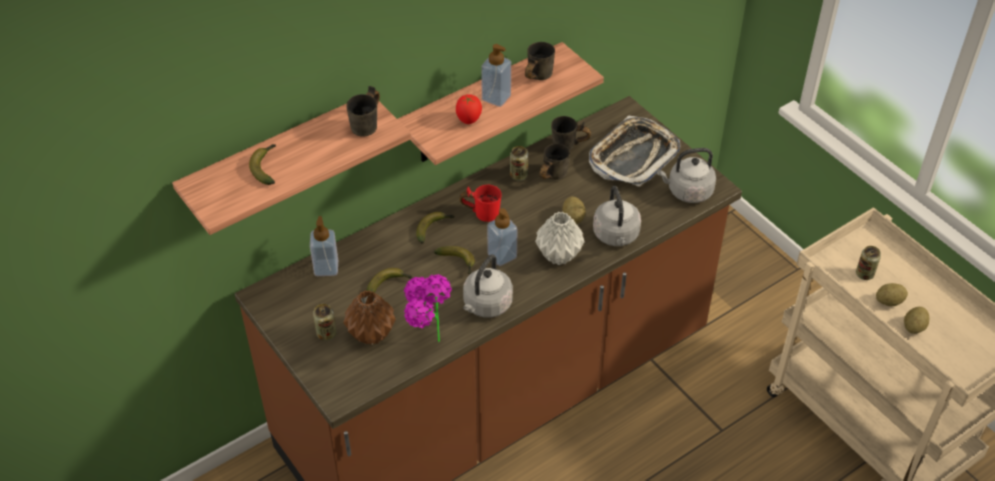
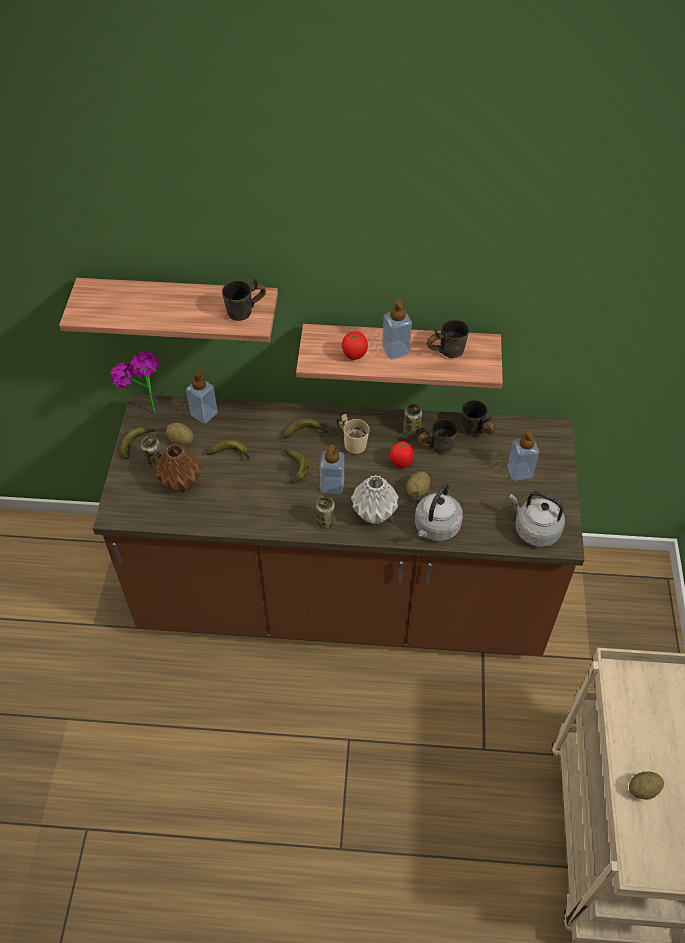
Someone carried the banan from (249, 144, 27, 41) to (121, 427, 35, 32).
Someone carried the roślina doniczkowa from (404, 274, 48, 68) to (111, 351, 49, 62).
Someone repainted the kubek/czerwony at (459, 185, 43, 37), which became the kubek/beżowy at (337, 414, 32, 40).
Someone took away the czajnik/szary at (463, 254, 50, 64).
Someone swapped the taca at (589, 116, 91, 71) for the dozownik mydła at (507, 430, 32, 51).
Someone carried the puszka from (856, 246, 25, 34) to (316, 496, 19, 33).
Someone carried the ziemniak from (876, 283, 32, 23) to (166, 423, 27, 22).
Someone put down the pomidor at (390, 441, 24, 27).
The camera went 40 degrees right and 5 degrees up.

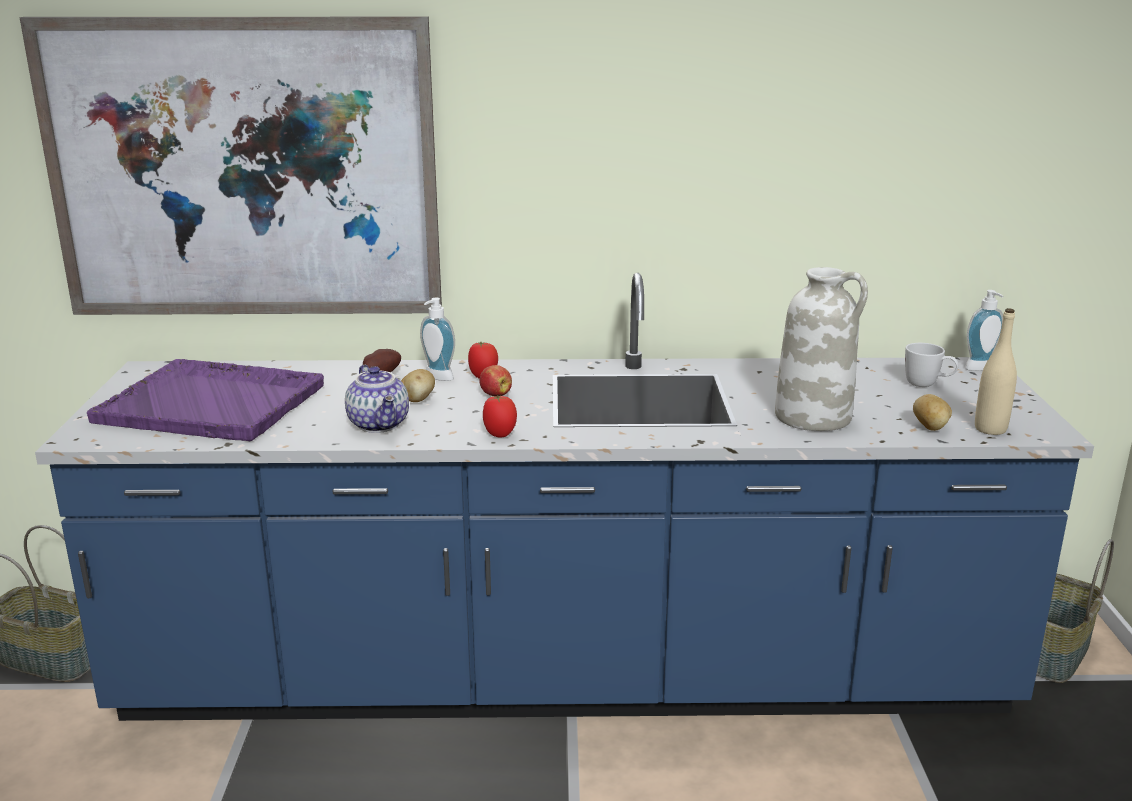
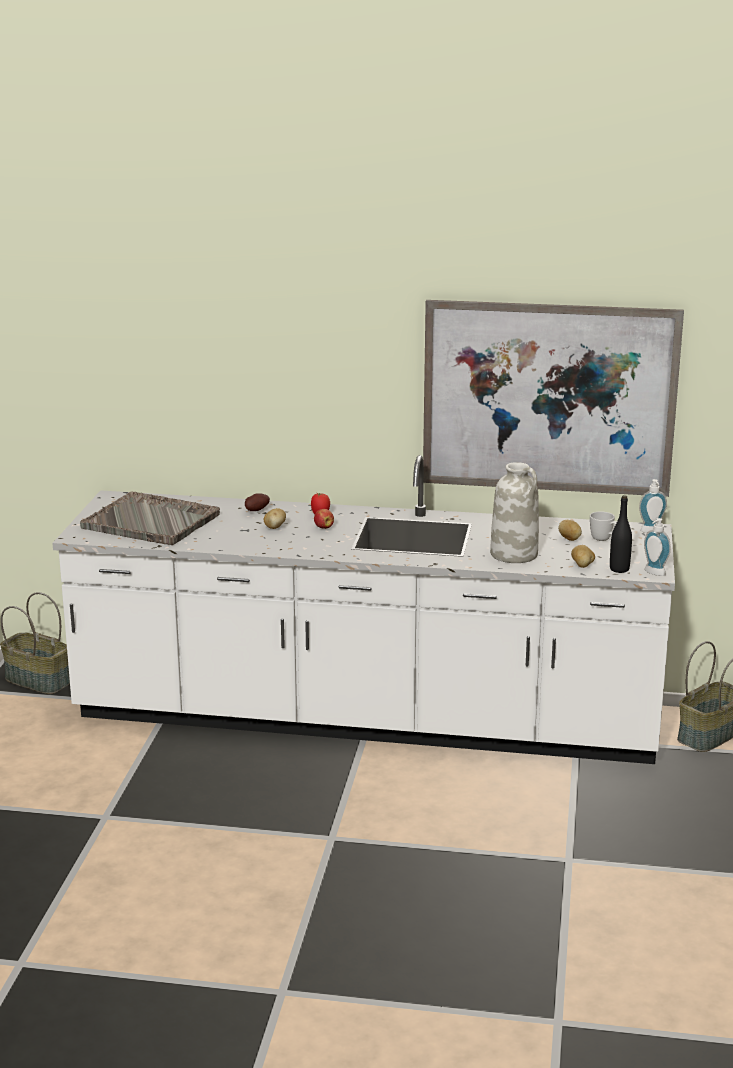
Someone carried the obraz from (20, 17, 422, 298) to (423, 300, 261, 197).
Someone repainted the zabudowa kuchenna/niebieski at (35, 273, 1059, 448), which became the zabudowa kuchenna/biały at (52, 455, 623, 309).
Someone repainted the taca/fioletowy at (87, 359, 237, 82), which became the taca/szary at (80, 492, 140, 53).
Someone took away the imbryk at (345, 365, 64, 68).
Someone carried the dozownik mydła from (420, 298, 35, 83) to (644, 518, 27, 58).
Someone took away the pomidor at (483, 396, 34, 42).
Someone repainted the butelka/beżowy at (975, 308, 42, 127), which became the butelka/czarny at (610, 495, 22, 78).
Someone put down the ziemniak at (558, 520, 24, 21).
The camera went 10 degrees right and 0 degrees up.

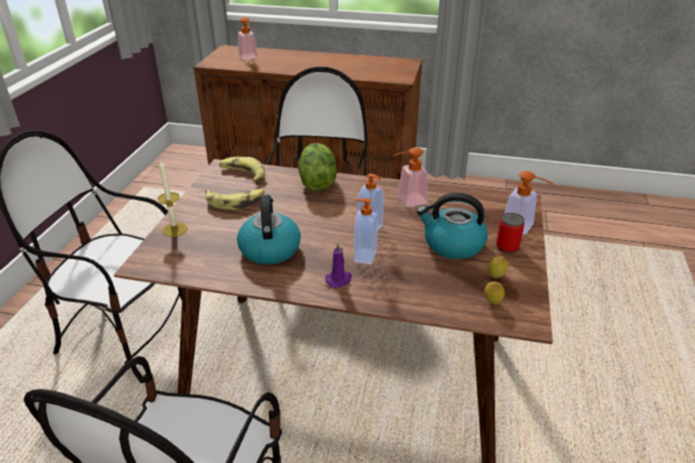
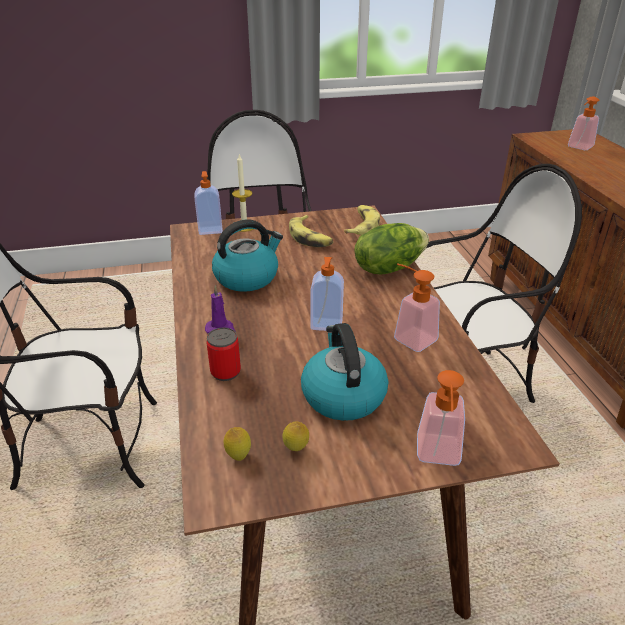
Someone carried the dozownik mydła from (354, 198, 24, 67) to (194, 171, 29, 64).
Someone carried the puszka from (496, 213, 29, 40) to (206, 327, 35, 54).
The camera went 65 degrees right and 0 degrees up.

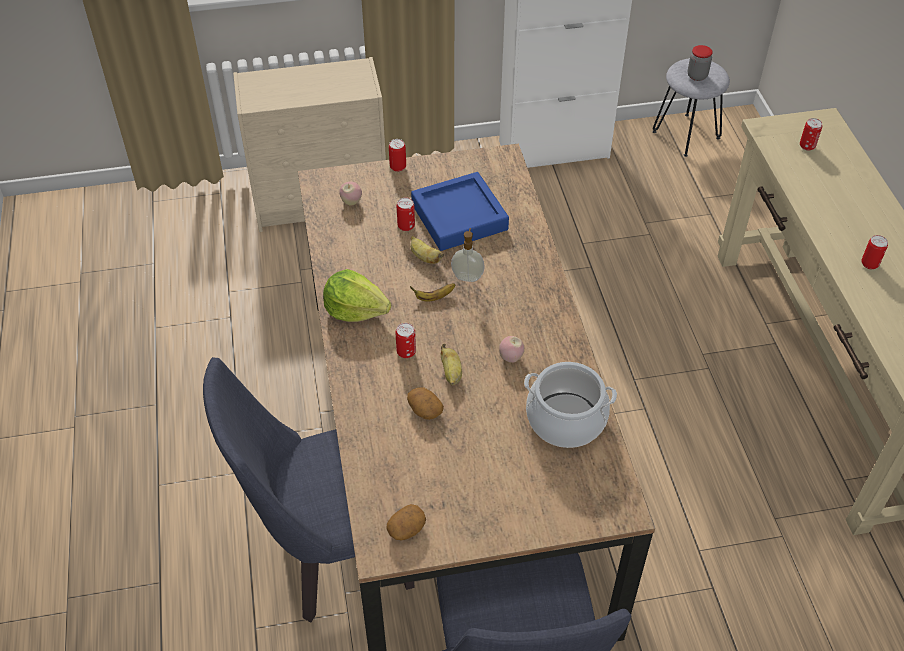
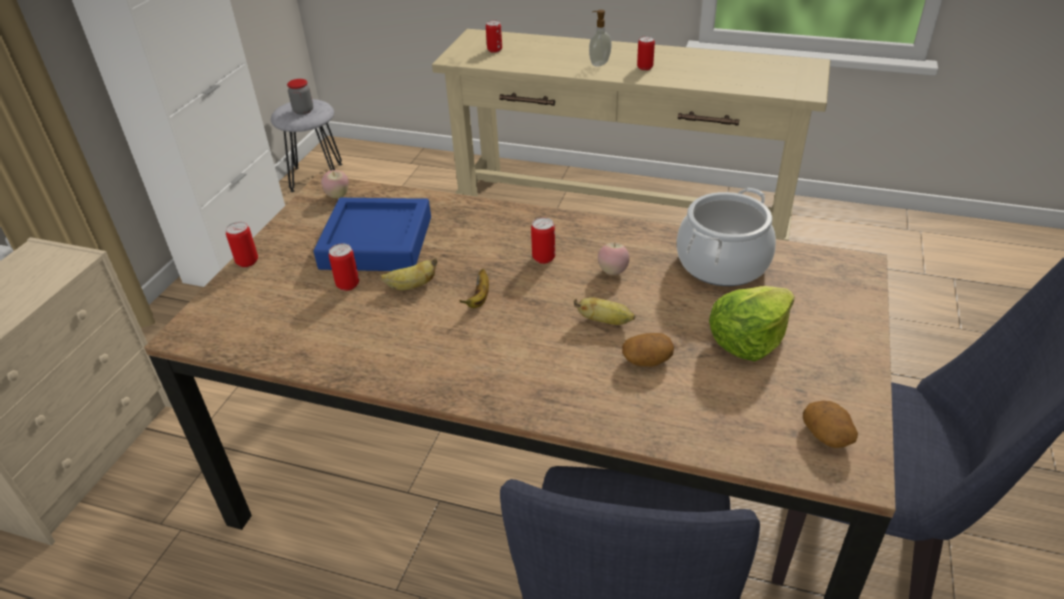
Someone carried the sałata from (323, 269, 68, 53) to (709, 286, 86, 76).
Someone carried the jabłko from (339, 182, 23, 24) to (321, 170, 28, 28).
Someone carried the puszka from (395, 323, 21, 35) to (531, 217, 24, 47).
Someone carried the dozownik mydła from (451, 228, 34, 54) to (589, 10, 22, 57).
The camera went 60 degrees left and 10 degrees down.

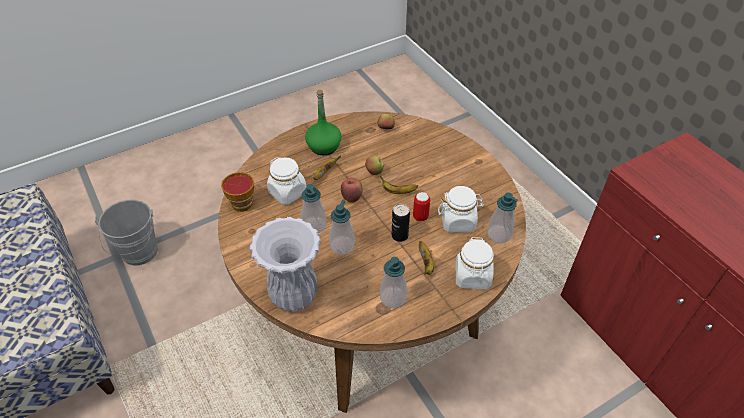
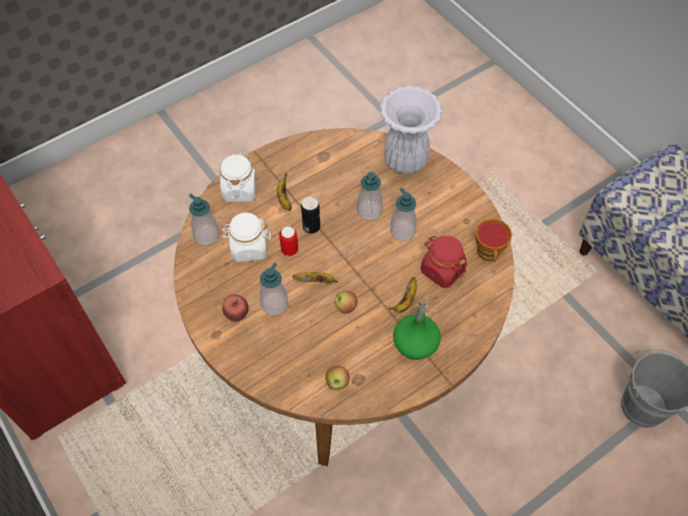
Someone repainted the słoik/biały at (267, 157, 39, 48), which became the słoik/czerwony at (421, 236, 46, 52).
Someone carried the jabłko from (341, 178, 22, 25) to (222, 295, 27, 27).
Someone carried the dozownik mydła from (380, 257, 27, 51) to (260, 262, 28, 53).
The camera went 175 degrees right and 10 degrees up.

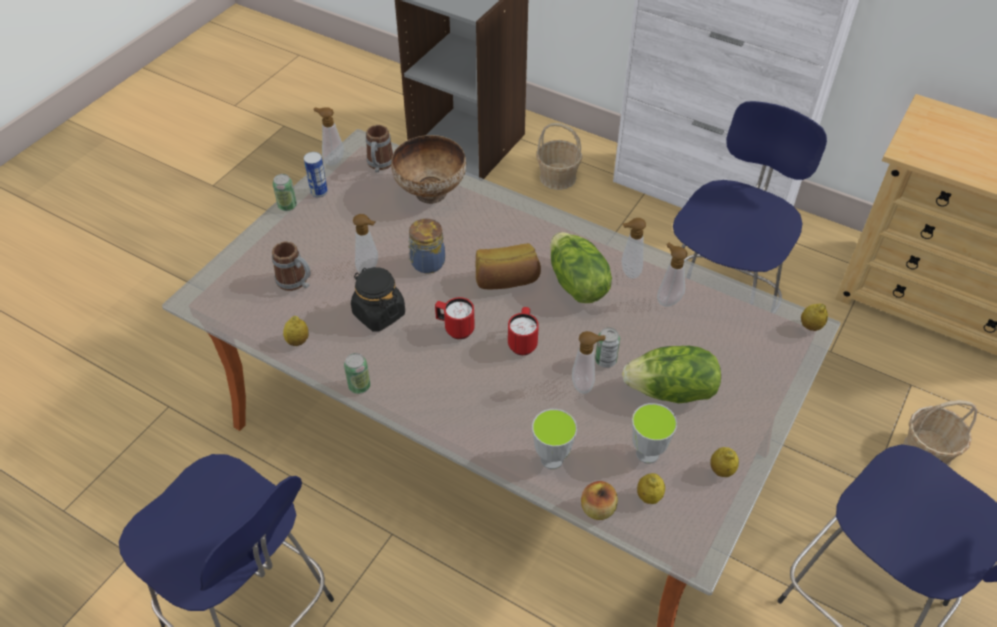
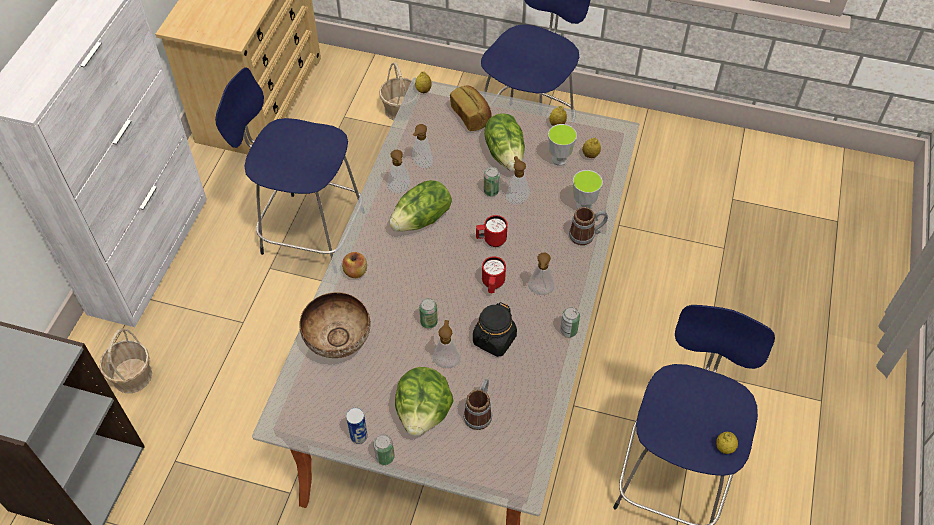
Someone carried the cytryna from (283, 316, 26, 30) to (716, 432, 22, 22).
Someone carried the dozownik mydła from (314, 107, 30, 59) to (528, 253, 27, 42).
Someone carried the kubek from (366, 125, 28, 47) to (569, 207, 39, 38).
Someone swapped the słoik at (408, 219, 37, 54) for the puszka at (419, 298, 19, 31).
Someone carried the chleb from (475, 243, 66, 46) to (450, 85, 42, 46).
Someone carried the jabłko from (581, 481, 37, 39) to (342, 252, 25, 26).
Someone put down the sałata at (395, 367, 59, 69).
The camera went 105 degrees left and 5 degrees up.

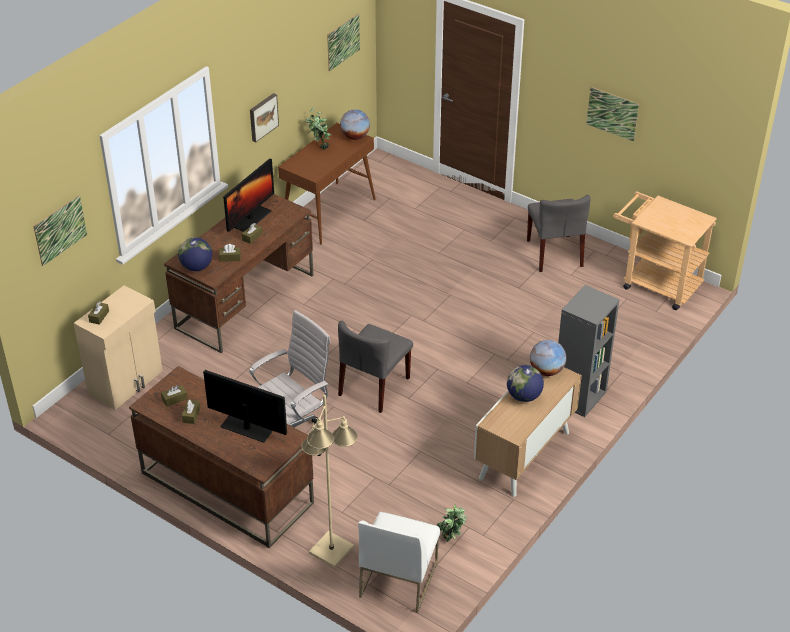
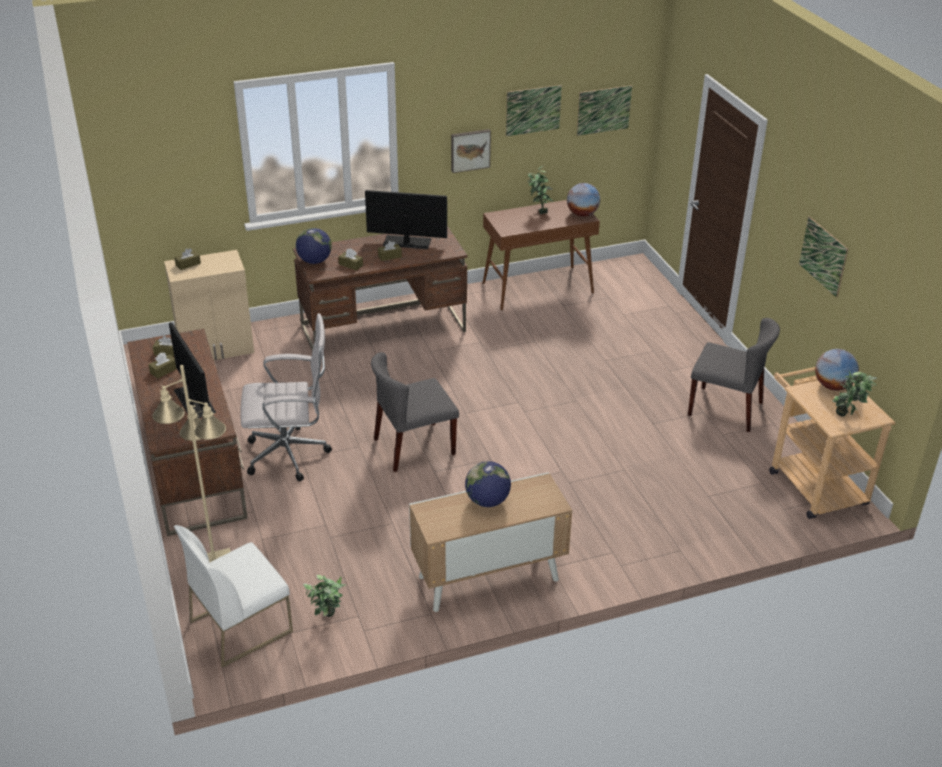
Someone carried the obraz from (33, 195, 54, 71) to (506, 85, 56, 51).
Someone rotated the monitor at (223, 158, 51, 74) by 150 degrees counterclockwise.
Someone rotated the krzesło/szary at (527, 195, 64, 77) by 90 degrees counterclockwise.
Someone carried the globus from (530, 340, 36, 36) to (815, 349, 44, 42).
Someone took away the regał/szary at (558, 285, 62, 132).
Someone put down the roślina doniczkowa at (832, 371, 45, 45).
The camera went 35 degrees right and 5 degrees down.

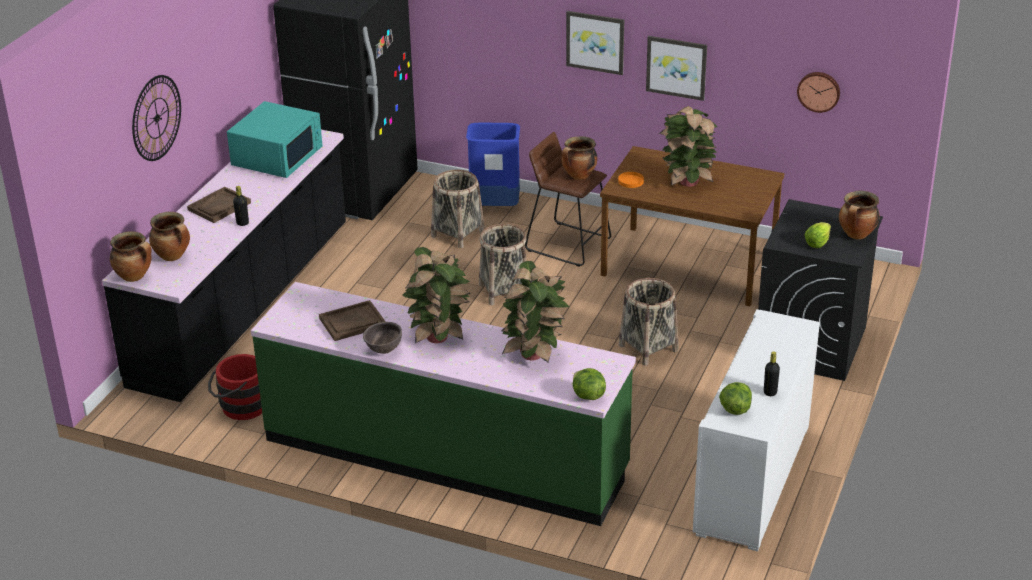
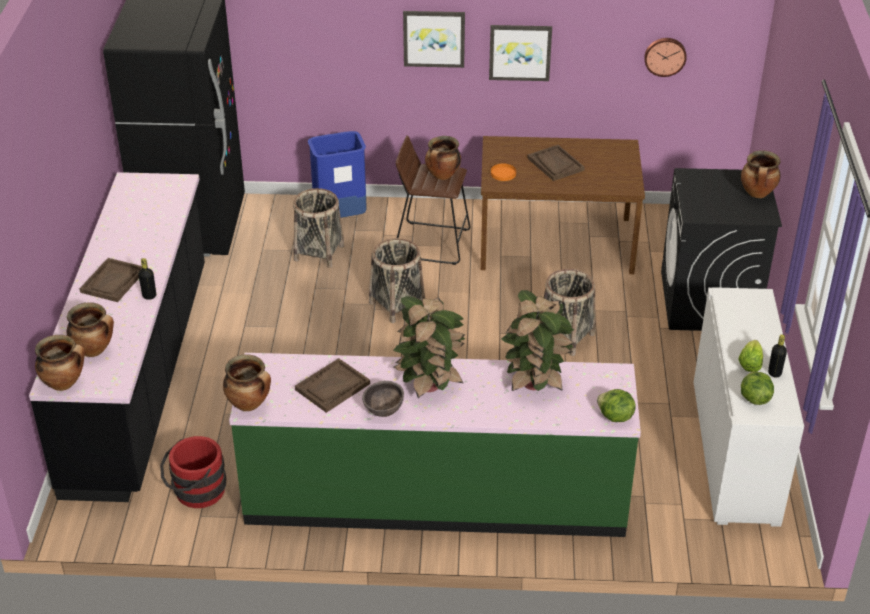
Someone took away the zegar ścienny at (132, 75, 49, 86).
Someone took away the mikrofalówka/turkusowy at (227, 101, 95, 77).
Someone swapped the roślina doniczkowa at (659, 106, 59, 81) for the taca/brązowy at (527, 145, 58, 36).
Someone carried the sałata from (805, 222, 26, 26) to (738, 340, 25, 32).
Someone put down the garnek at (223, 354, 48, 57).
The camera went 20 degrees left and 5 degrees up.

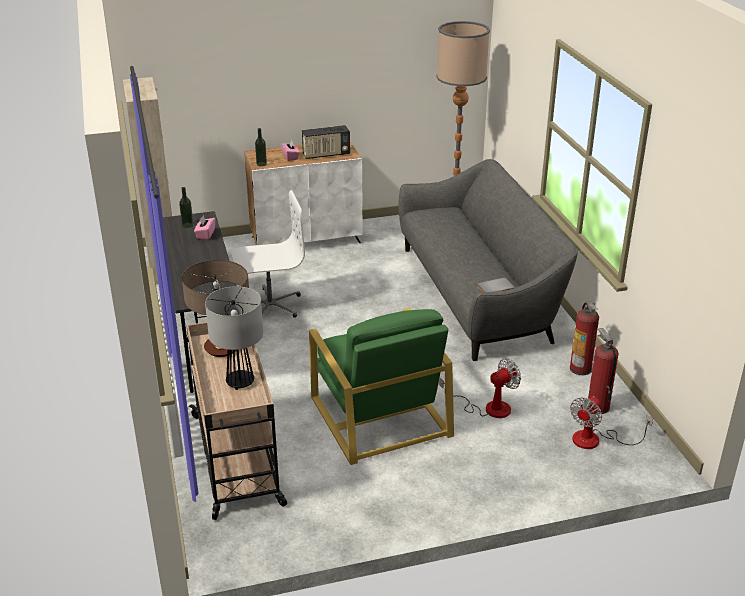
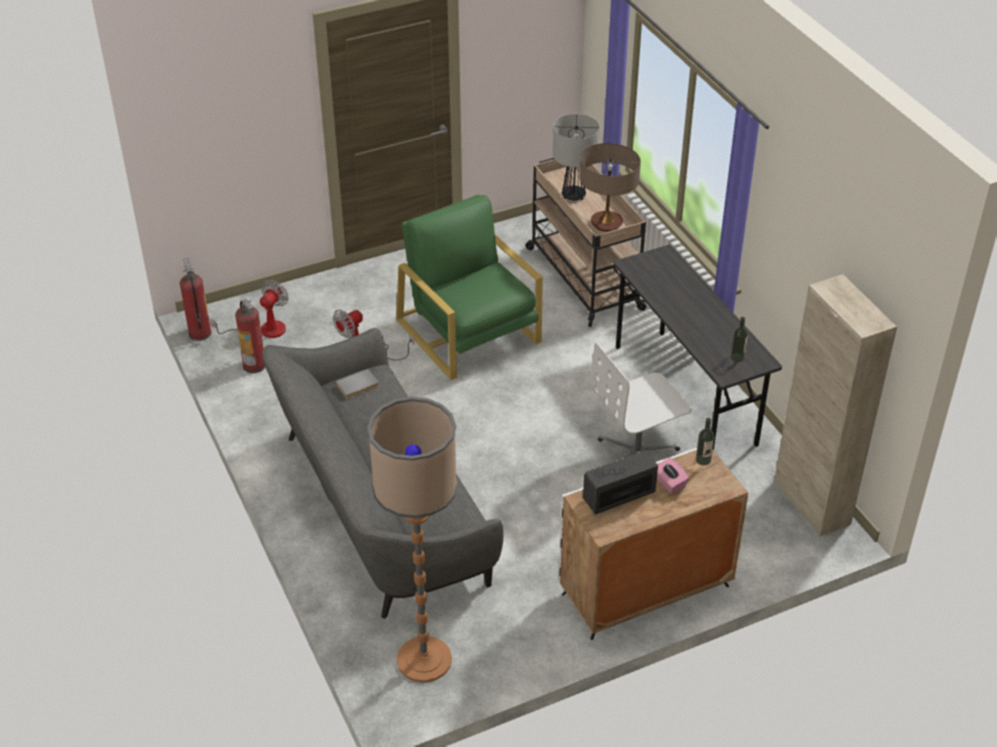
Someone took away the pudełko chusteczek/różowy at (194, 215, 21, 25).
Someone carried the gaśnica from (570, 301, 29, 74) to (180, 258, 31, 83).
The camera went 170 degrees right and 10 degrees up.

